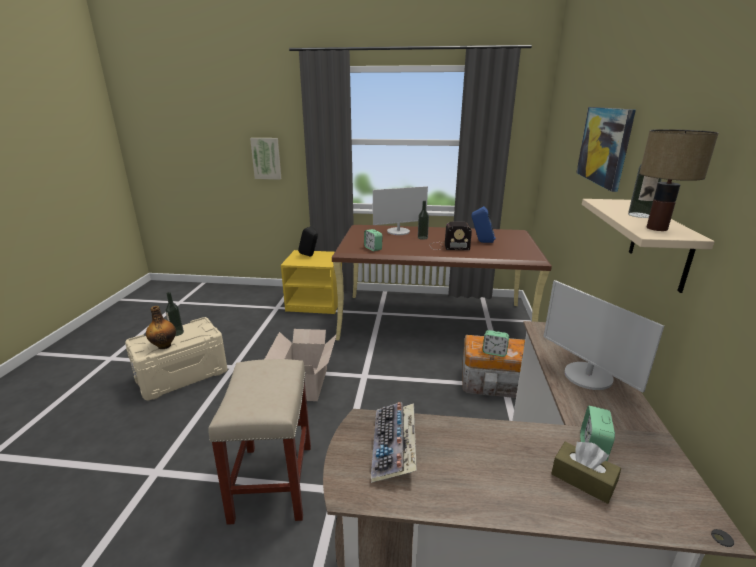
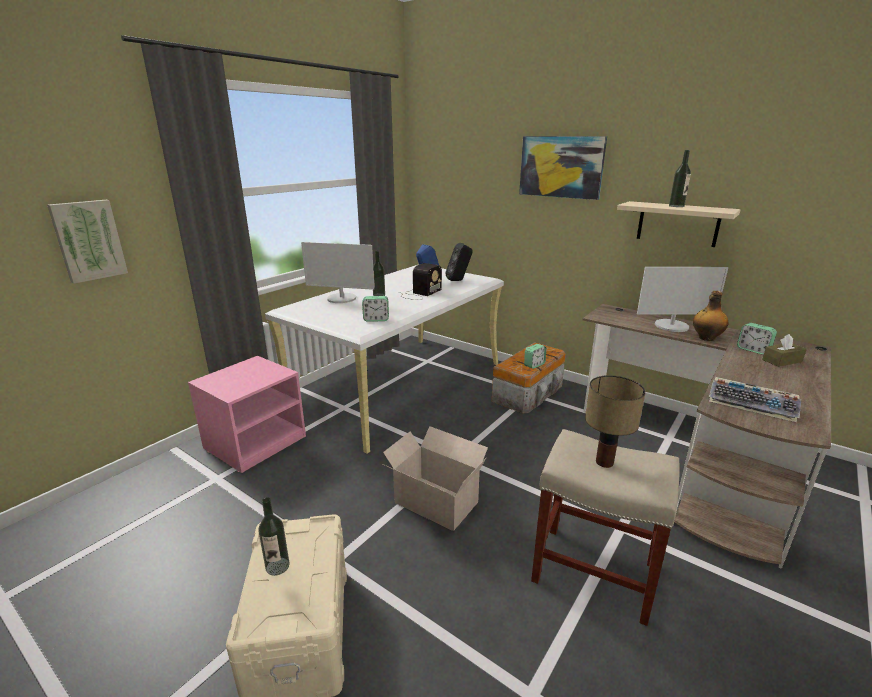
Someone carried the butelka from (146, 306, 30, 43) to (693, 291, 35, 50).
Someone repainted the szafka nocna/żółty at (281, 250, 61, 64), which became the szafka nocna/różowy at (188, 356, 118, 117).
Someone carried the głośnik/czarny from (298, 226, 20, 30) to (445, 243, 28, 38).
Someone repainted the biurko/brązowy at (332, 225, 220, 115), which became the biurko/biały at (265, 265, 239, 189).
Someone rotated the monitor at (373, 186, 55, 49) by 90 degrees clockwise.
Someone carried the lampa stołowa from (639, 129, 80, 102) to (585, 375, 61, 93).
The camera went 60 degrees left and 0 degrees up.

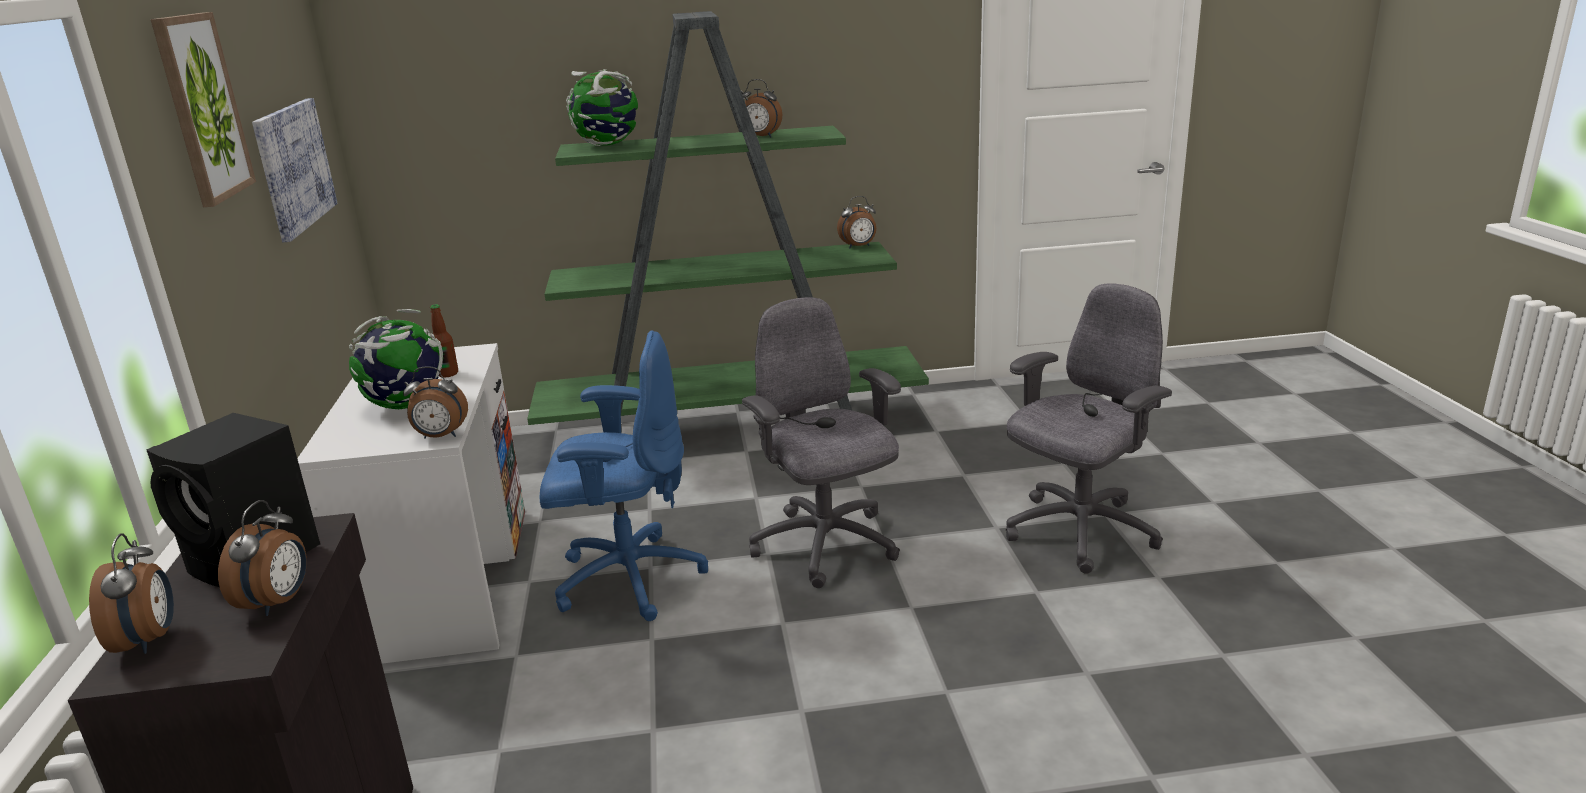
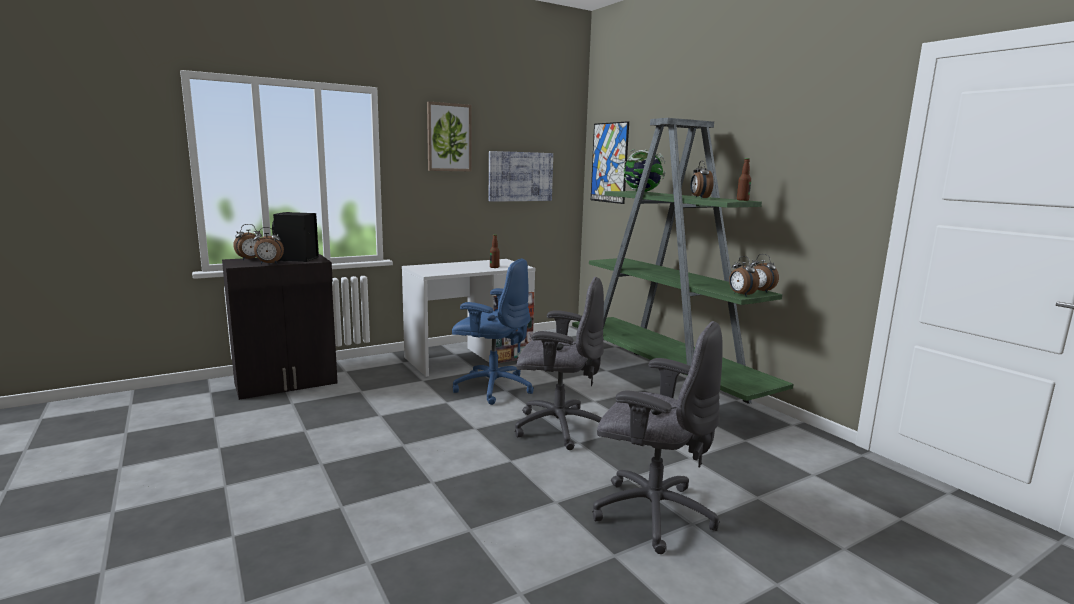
Someone took away the globus at (349, 309, 94, 100).
Someone carried the budzik from (403, 366, 65, 73) to (729, 256, 31, 41).
Someone rotated the krzesło biurowe/niebieski at (540, 330, 168, 291) by 45 degrees counterclockwise.
Someone rotated the krzesło biurowe/szary at (742, 297, 159, 291) by 60 degrees clockwise.
Someone put up the obraz at (591, 121, 38, 83).
Someone put down the butelka at (737, 158, 14, 43).
The camera went 65 degrees right and 10 degrees down.

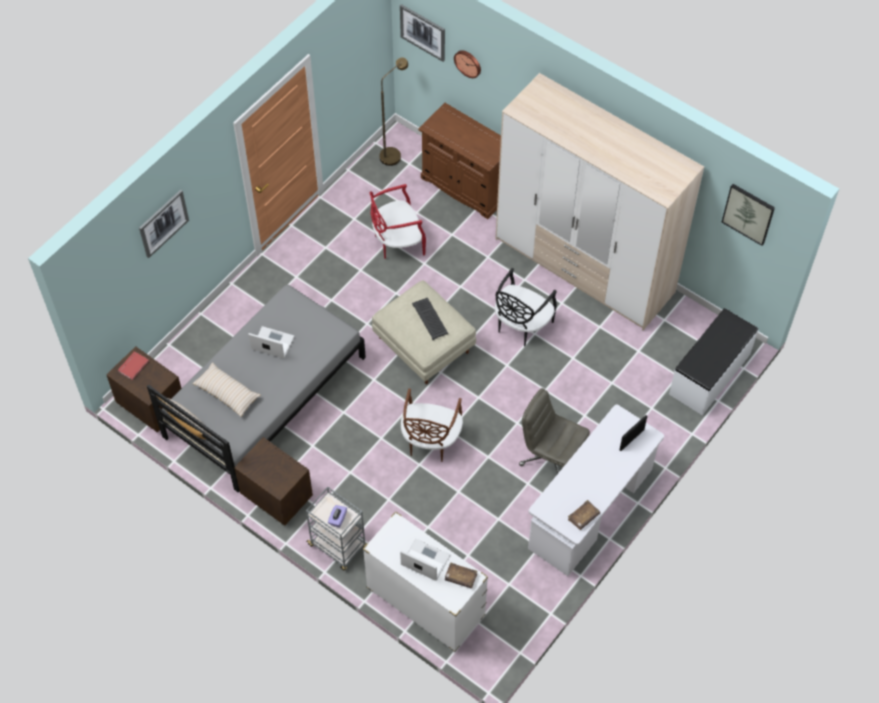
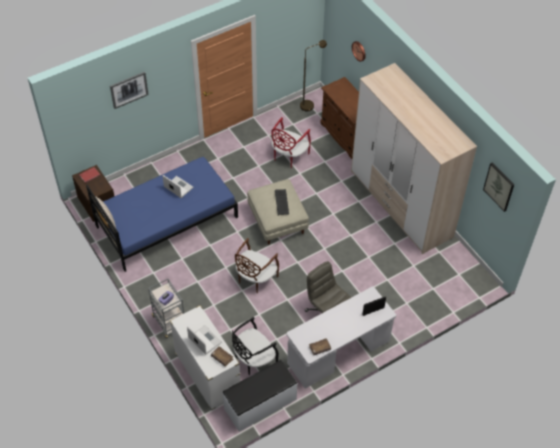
Someone repainted the łóżko/szary at (147, 285, 219, 208), which became the łóżko/niebieski at (86, 157, 152, 115).
Someone took away the poduszka/beżowy at (193, 362, 67, 55).
Someone took away the szafka nocna/brązowy at (234, 437, 79, 89).
Someone rotated the krzesło/czerwony at (370, 184, 56, 75) by 60 degrees counterclockwise.
Someone took away the obraz at (400, 4, 45, 58).
Someone carried the krzesło/czarny from (495, 268, 62, 78) to (232, 317, 47, 58).
Someone carried the ławka/biały from (669, 308, 89, 107) to (222, 360, 76, 72).
The camera went 20 degrees right and 5 degrees down.

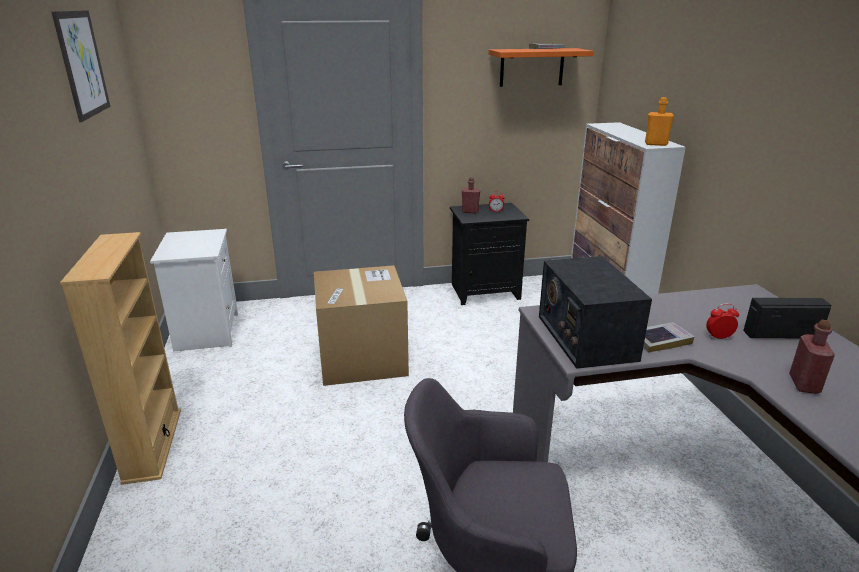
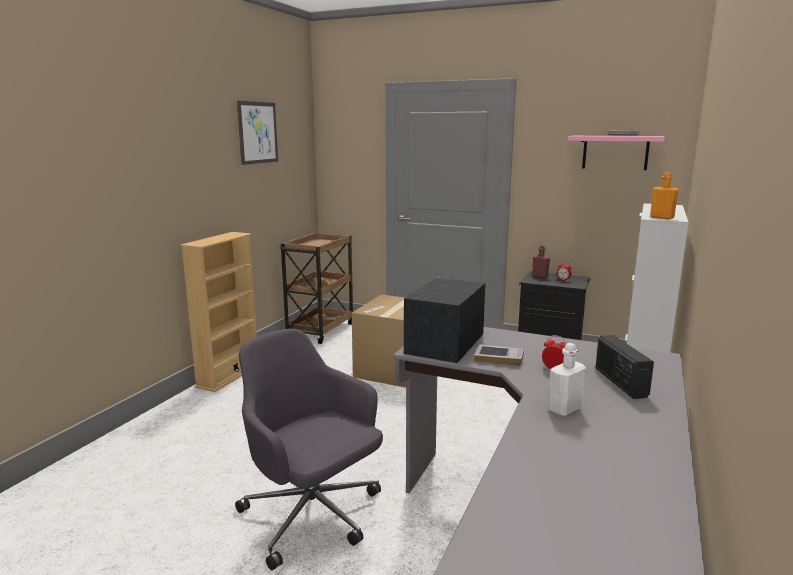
Someone swapped the szafka nocna/biały at (150, 229, 88, 123) for the wózek/brązowy at (280, 233, 73, 111).
Someone repainted the półka/pomarańczowy at (489, 48, 105, 39), which became the półka/różowy at (567, 136, 98, 34).
Someone rotated the radio at (743, 298, 88, 40) by 135 degrees counterclockwise.
Someone repainted the butelka/czerwony at (789, 320, 46, 74), which became the butelka/biały at (548, 343, 38, 73).
The camera went 35 degrees right and 10 degrees down.

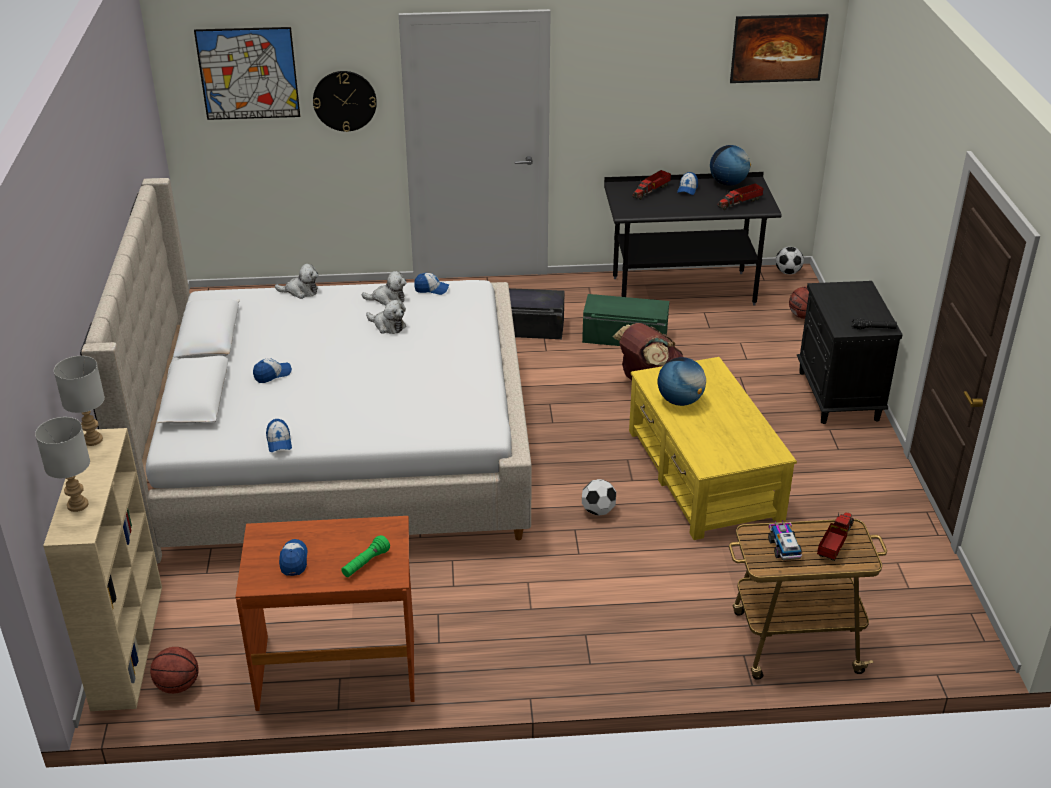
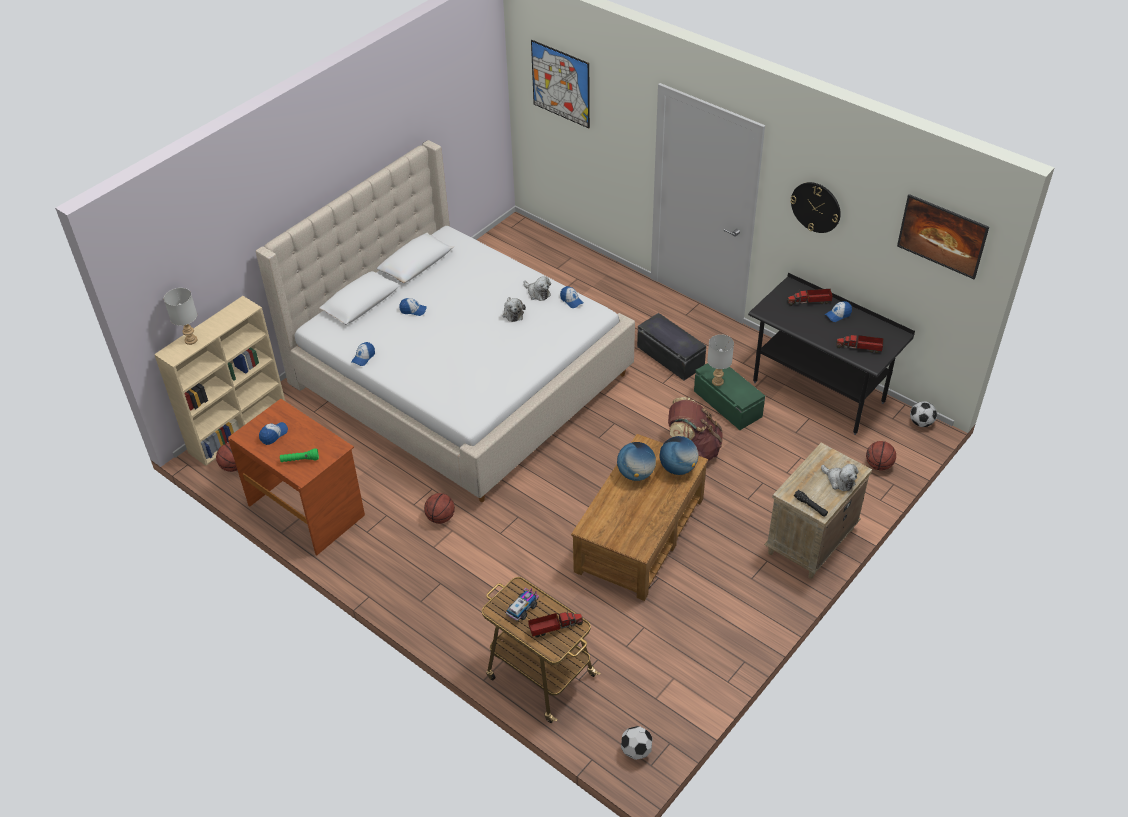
Someone carried the lampa stołowa/szary from (54, 356, 51, 90) to (707, 334, 27, 52).
Someone carried the pluszak from (275, 264, 43, 35) to (821, 464, 37, 27).
Someone carried the zegar ścienny from (313, 71, 64, 61) to (790, 182, 51, 51).
Someone carried the piłka futbolowa from (582, 479, 34, 37) to (621, 726, 32, 34).
Someone repainted the ława/żółty at (629, 357, 168, 183), which became the ława/brązowy at (571, 434, 137, 167).
Someone carried the globus from (710, 145, 41, 41) to (659, 436, 39, 39).
Someone repainted the szafka nocna/czarny at (797, 281, 105, 143), which became the szafka nocna/beżowy at (764, 443, 108, 136).
Someone put down the piłka do koszykówki at (424, 493, 31, 31).
The camera went 45 degrees right and 10 degrees up.

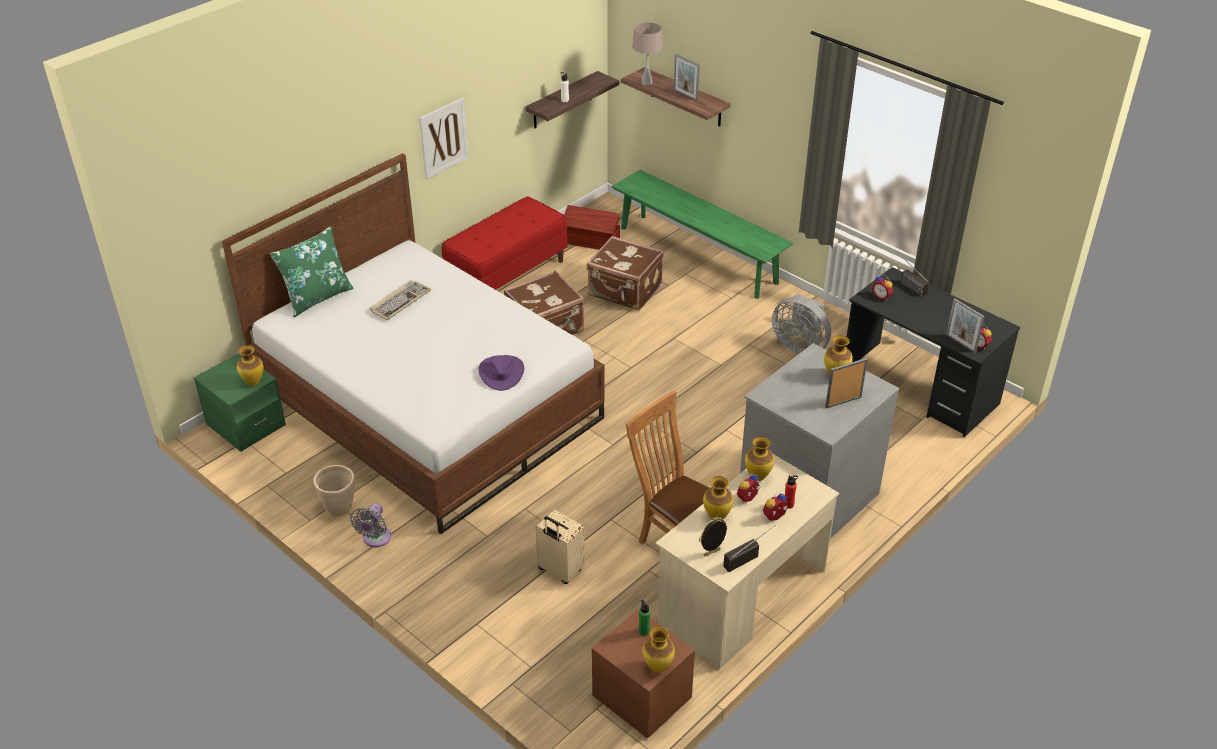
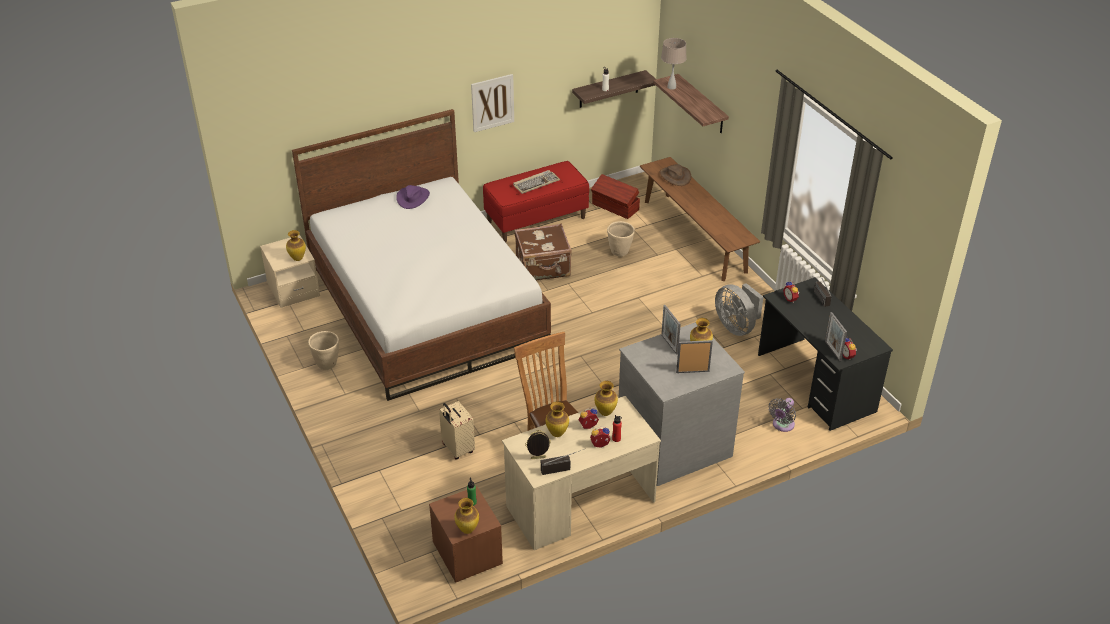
Someone repainted the szafka nocna/zielony at (194, 353, 92, 99), which became the szafka nocna/beżowy at (260, 235, 60, 73).
Someone took away the poduszka/zielony at (270, 226, 83, 91).
Someone carried the wentylator/szary from (350, 503, 41, 44) to (768, 398, 28, 34).
Someone carried the klawiatura from (370, 280, 61, 41) to (513, 170, 47, 24).
Someone carried the kapelusz/fioletowy from (478, 355, 46, 36) to (396, 185, 34, 24).
Someone swapped the walizka/brązowy at (587, 236, 77, 75) for the donica/beżowy at (607, 221, 28, 36).
Someone repainted the ławka/zielony at (612, 170, 181, 129), which became the ławka/brązowy at (640, 157, 120, 124).
Someone carried the ramka na zdjęcie from (673, 54, 27, 47) to (661, 305, 20, 50).
Someone put down the kapelusz/brązowy at (659, 164, 32, 22).
The camera went 20 degrees right and 0 degrees up.

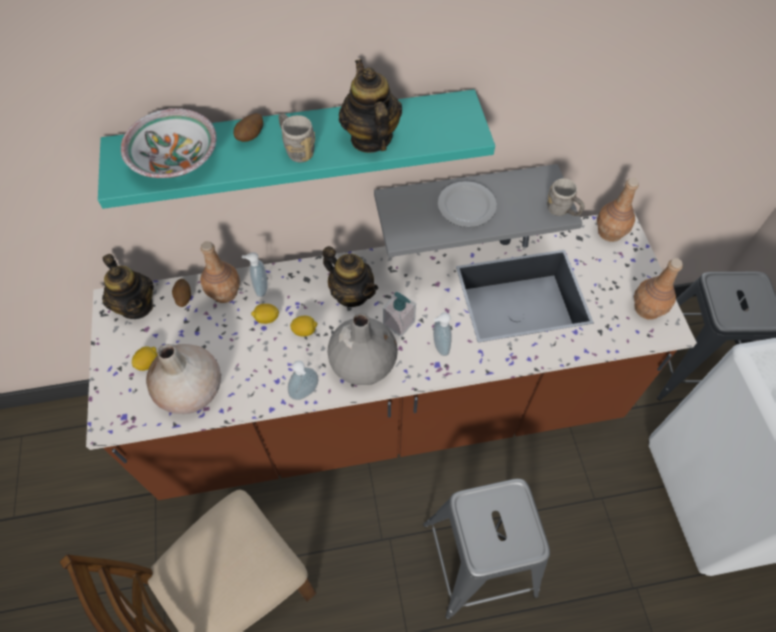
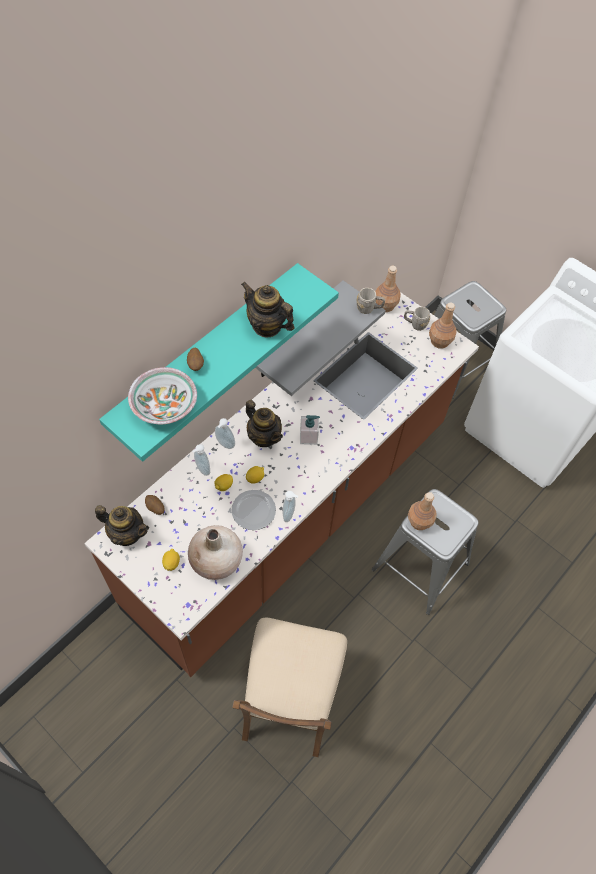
Someone carried the butelka/brązowy from (200, 241, 40, 62) to (408, 492, 29, 38).
Someone carried the kubek/szary from (278, 113, 37, 50) to (404, 307, 26, 24).
Someone rotated the imbryk at (323, 246, 55, 61) by 45 degrees clockwise.
Someone took away the wazon/szary at (328, 313, 70, 72).
Someone carried the dozownik mydła from (433, 312, 19, 44) to (215, 418, 20, 31).
Someone carried the talerz from (438, 181, 59, 46) to (231, 490, 45, 40).
The camera went 40 degrees left and 0 degrees up.

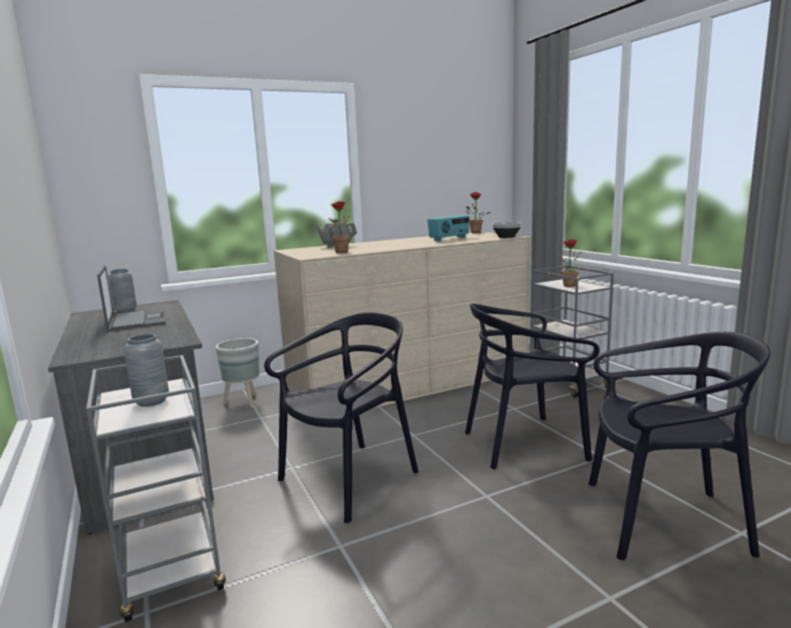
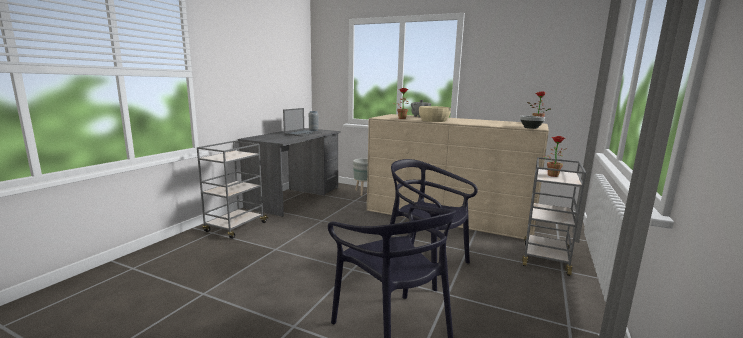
Someone took away the wazon/szary at (124, 334, 45, 73).
Someone took away the krzesło/czarny at (264, 312, 154, 211).
Someone took away the radio at (428, 215, 42, 26).
Someone put down the miska/beżowy at (419, 106, 32, 16).
The camera went 50 degrees right and 0 degrees up.

